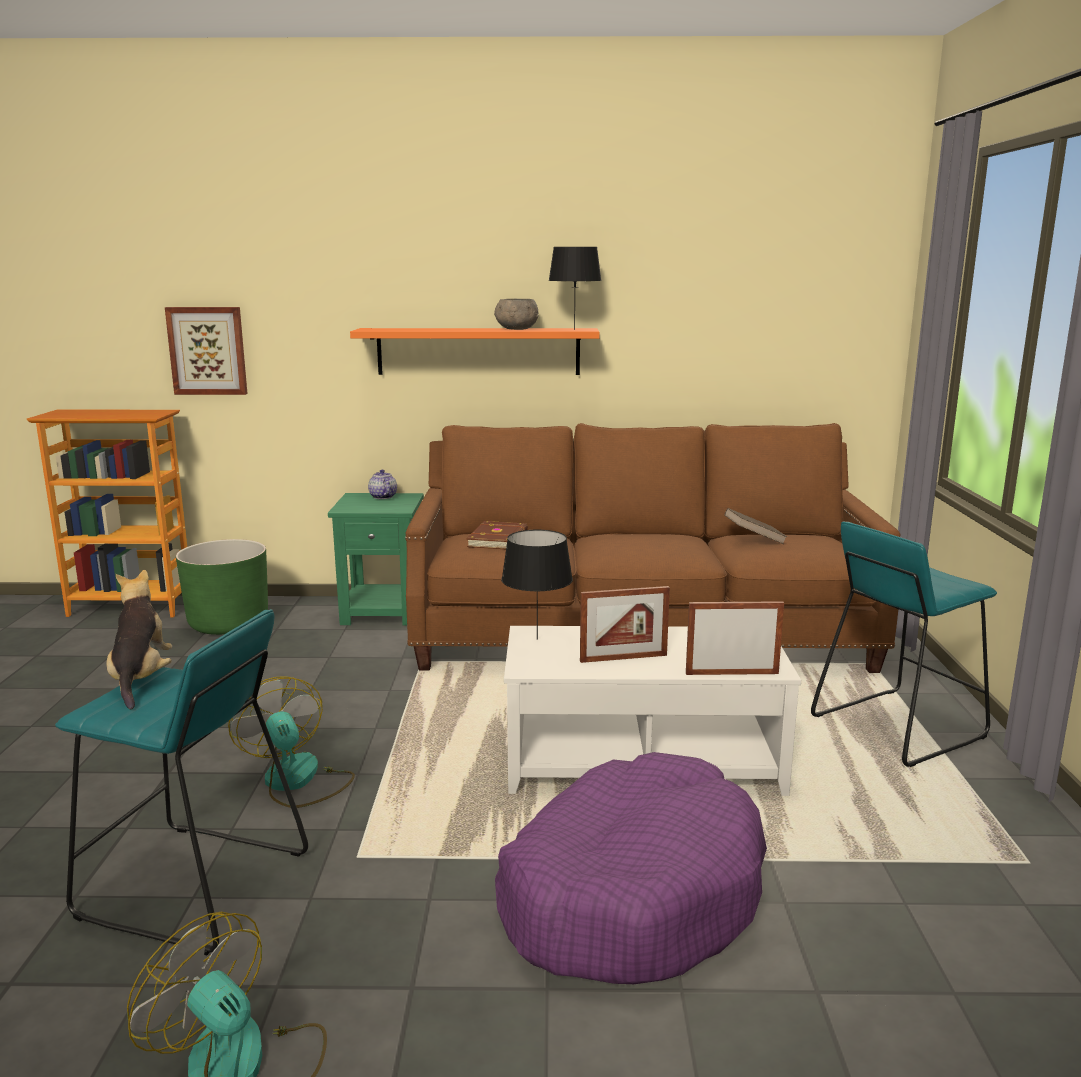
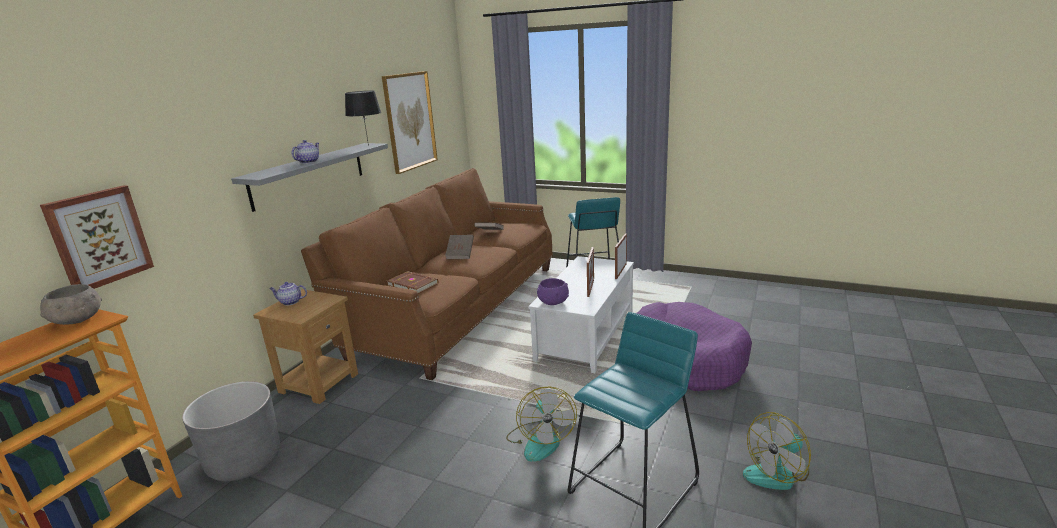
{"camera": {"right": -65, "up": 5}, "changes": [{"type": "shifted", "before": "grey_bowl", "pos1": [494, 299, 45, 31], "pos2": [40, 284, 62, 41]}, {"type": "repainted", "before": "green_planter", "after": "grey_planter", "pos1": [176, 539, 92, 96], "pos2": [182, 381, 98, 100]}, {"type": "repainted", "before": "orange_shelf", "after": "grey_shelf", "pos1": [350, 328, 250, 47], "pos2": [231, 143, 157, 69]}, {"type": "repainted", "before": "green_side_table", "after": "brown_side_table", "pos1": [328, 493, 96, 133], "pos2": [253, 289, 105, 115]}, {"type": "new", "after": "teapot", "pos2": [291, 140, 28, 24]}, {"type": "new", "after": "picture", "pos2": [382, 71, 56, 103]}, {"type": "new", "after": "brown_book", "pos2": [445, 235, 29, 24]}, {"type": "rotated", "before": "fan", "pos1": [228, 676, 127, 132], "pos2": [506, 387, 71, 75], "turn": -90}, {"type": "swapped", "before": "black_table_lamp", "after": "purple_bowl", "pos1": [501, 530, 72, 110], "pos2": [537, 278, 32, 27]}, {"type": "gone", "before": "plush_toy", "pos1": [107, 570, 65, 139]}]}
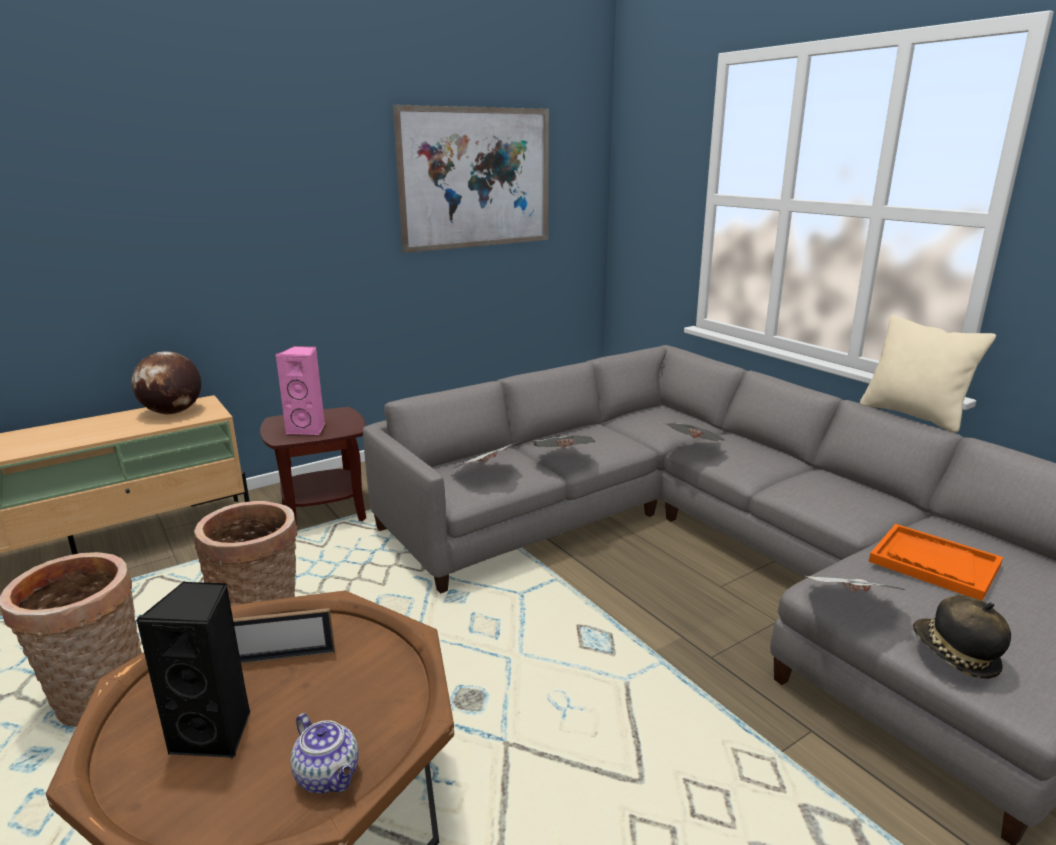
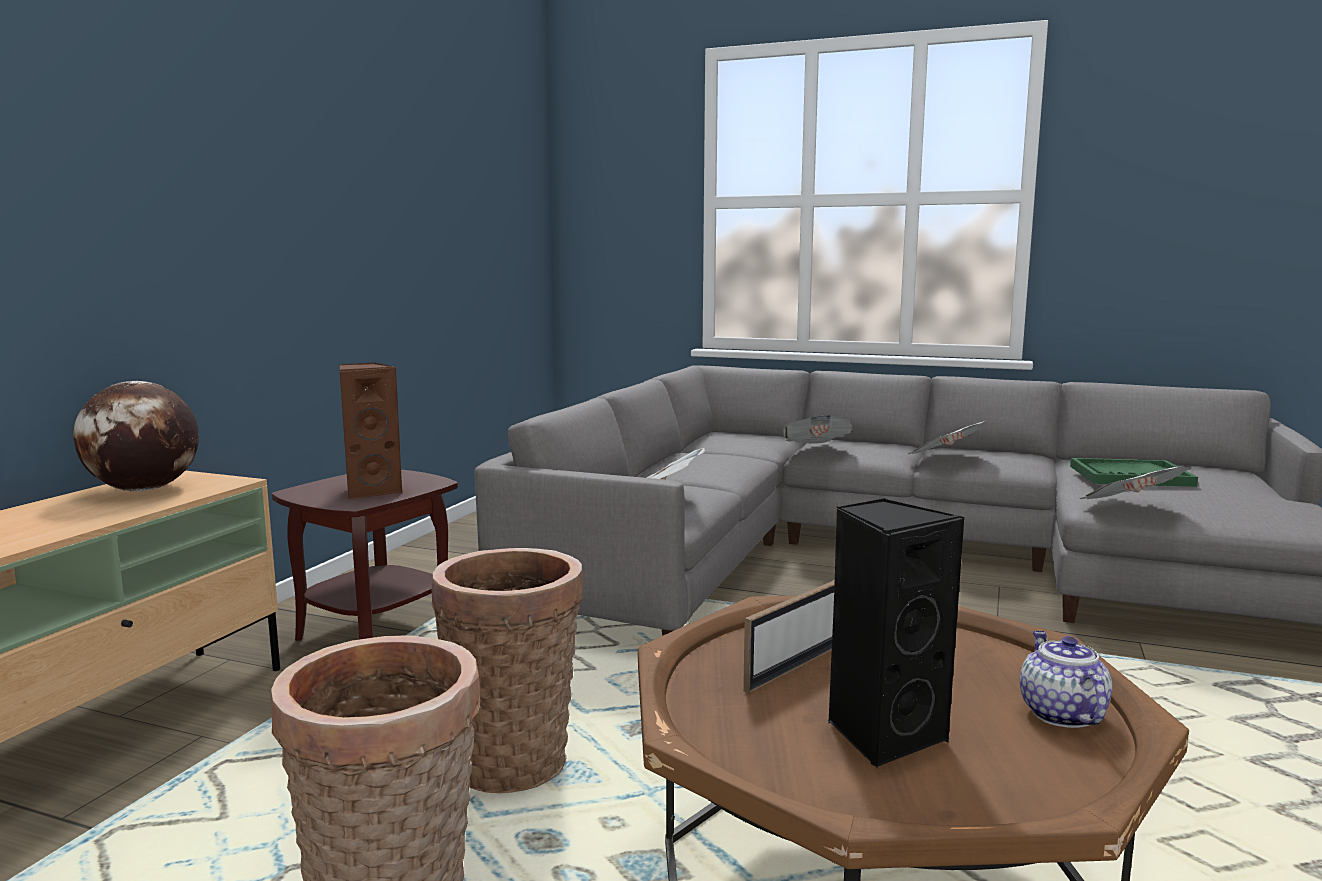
{"camera": {"right": -35, "up": -10}, "changes": [{"type": "repainted", "before": "pink_speaker", "after": "brown_speaker", "pos1": [275, 346, 50, 89], "pos2": [339, 362, 63, 137]}, {"type": "shifted", "before": "newspaper", "pos1": [532, 436, 64, 12], "pos2": [908, 421, 80, 33]}, {"type": "rotated", "before": "teapot", "pos1": [290, 713, 69, 80], "pos2": [1020, 631, 93, 97], "turn": -105}, {"type": "repainted", "before": "orange_tray", "after": "green_tray", "pos1": [869, 524, 134, 77], "pos2": [1070, 458, 128, 29]}, {"type": "gone", "before": "picture", "pos1": [393, 105, 156, 148]}, {"type": "gone", "before": "beige_pillow", "pos1": [860, 315, 136, 118]}, {"type": "gone", "before": "hat", "pos1": [913, 595, 98, 84]}]}
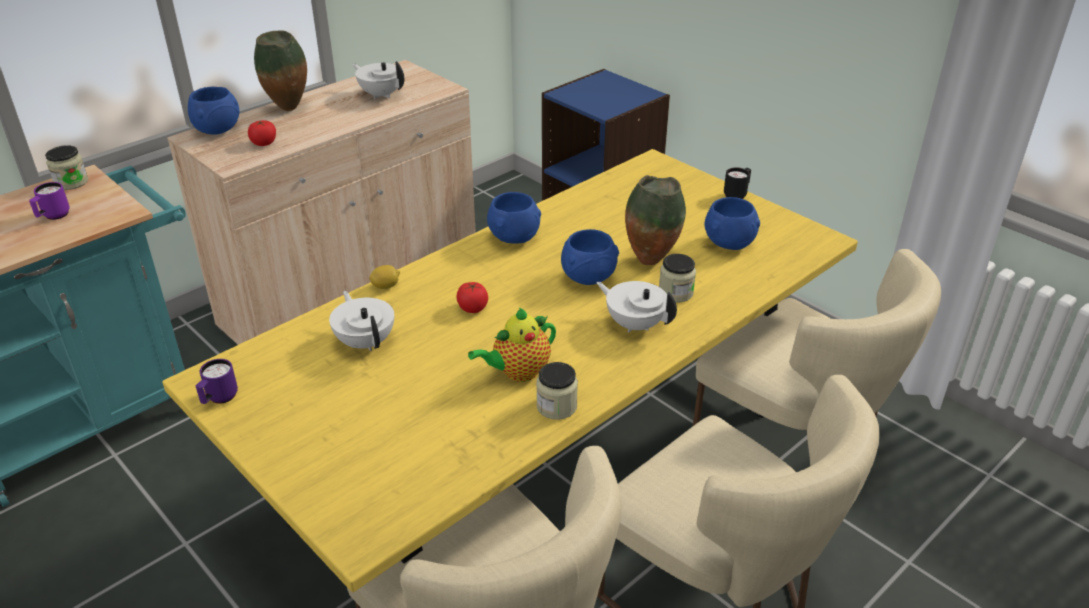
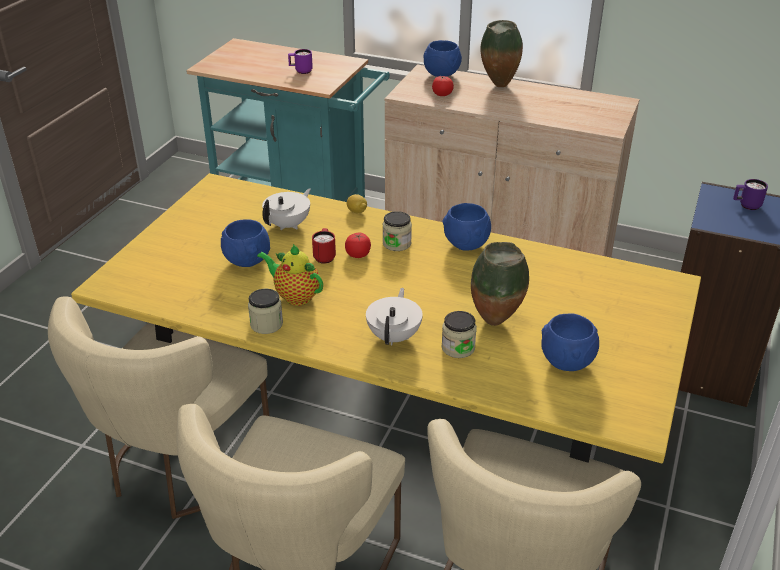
{"camera": {"right": 65, "up": 0}, "changes": [{"type": "shifted", "before": "blue_bowl", "pos1": [561, 229, 58, 56], "pos2": [221, 219, 49, 48]}, {"type": "new", "after": "red_mug", "pos2": [312, 228, 24, 36]}, {"type": "shifted", "before": "jar", "pos1": [45, 145, 43, 45], "pos2": [383, 211, 29, 40]}, {"type": "shifted", "before": "purple_mug", "pos1": [196, 359, 42, 45], "pos2": [733, 179, 35, 31]}, {"type": "gone", "before": "white_teapot", "pos1": [352, 61, 52, 38]}, {"type": "gone", "before": "black_mug", "pos1": [724, 167, 27, 32]}]}
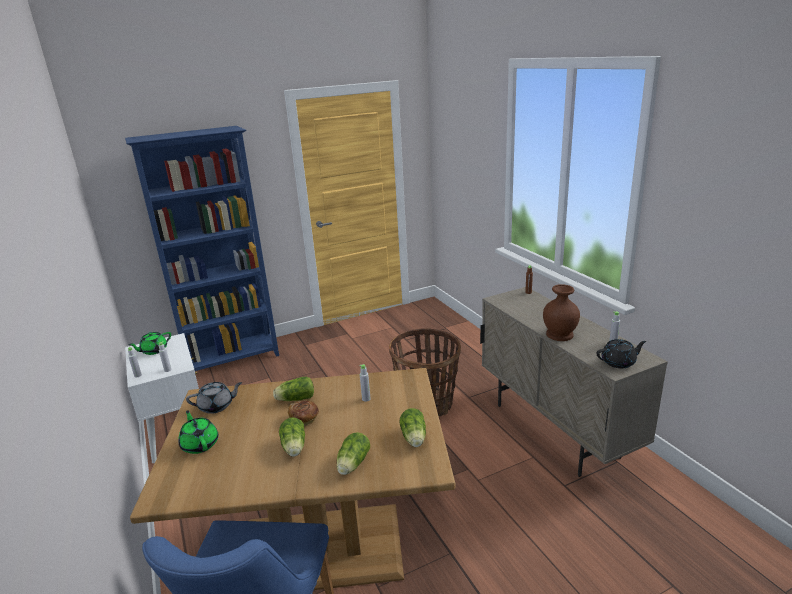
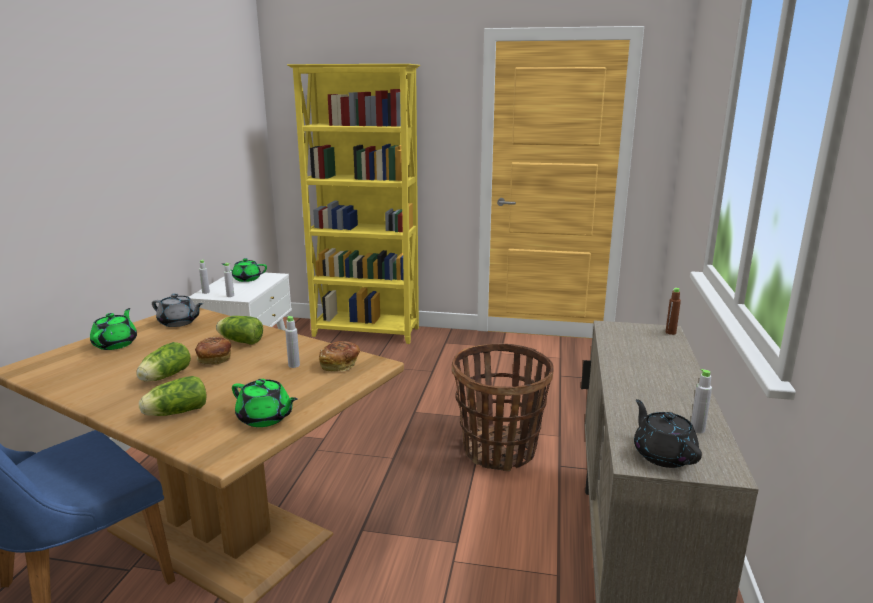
{"camera": {"right": 35, "up": -5}, "changes": [{"type": "swapped", "before": "lettuce", "after": "green_teapot", "pos1": [399, 408, 27, 39], "pos2": [232, 379, 65, 48]}, {"type": "repainted", "before": "blue_bookcase", "after": "yellow_bookcase", "pos1": [125, 126, 154, 245], "pos2": [287, 64, 133, 280]}, {"type": "new", "after": "bread", "pos2": [319, 341, 41, 31]}, {"type": "rotated", "before": "black_teapot", "pos1": [597, 339, 50, 29], "pos2": [634, 399, 68, 69], "turn": -135}, {"type": "gone", "before": "brown_vase", "pos1": [543, 284, 37, 57]}]}
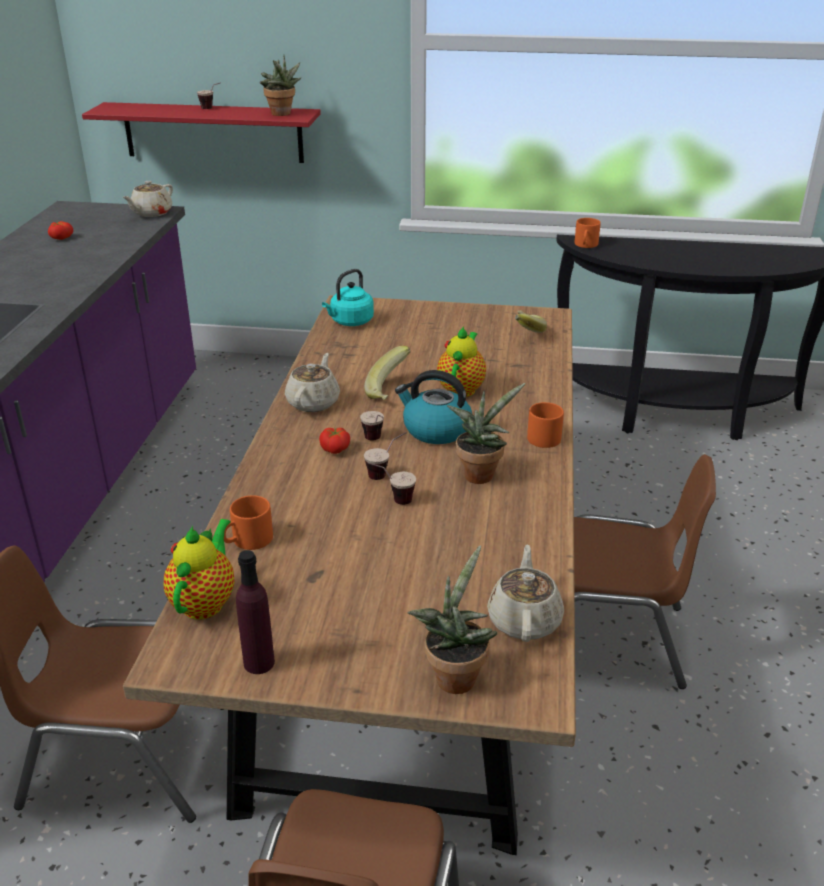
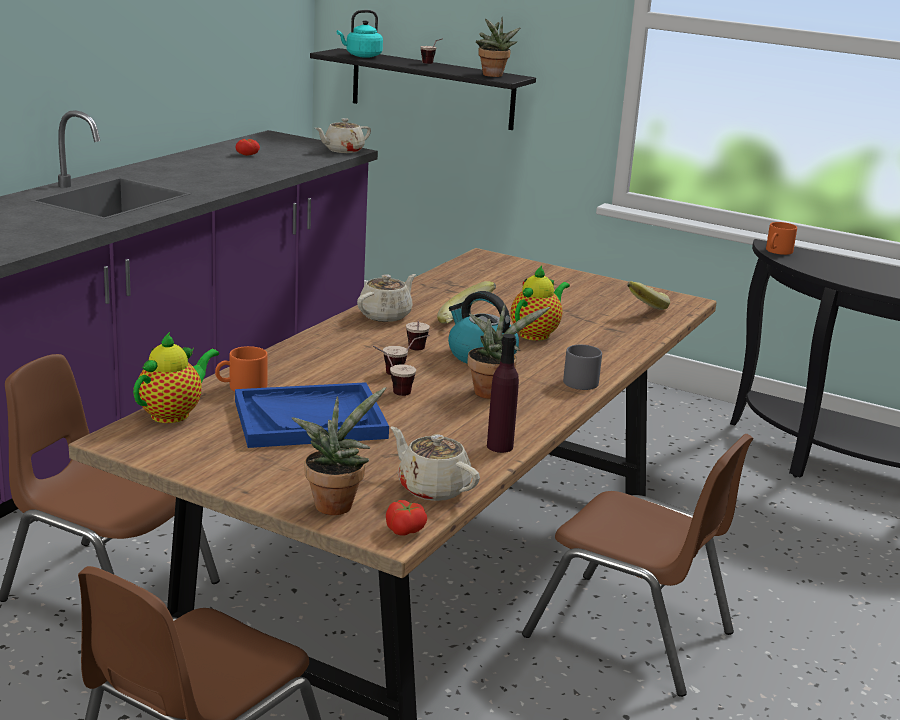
{"camera": {"right": 20, "up": -10}, "changes": [{"type": "new", "after": "blue_tray", "pos2": [235, 382, 154, 66]}, {"type": "repainted", "before": "red_shelf", "after": "black_shelf", "pos1": [82, 102, 239, 61], "pos2": [310, 48, 226, 82]}, {"type": "shifted", "before": "turquoise_kettle", "pos1": [322, 269, 52, 57], "pos2": [337, 10, 46, 48]}, {"type": "shifted", "before": "tomato", "pos1": [319, 428, 31, 26], "pos2": [386, 500, 41, 36]}, {"type": "rotated", "before": "beige_teapot", "pos1": [487, 544, 77, 98], "pos2": [391, 427, 89, 74], "turn": -75}, {"type": "shifted", "before": "purple_bottle", "pos1": [236, 550, 39, 124], "pos2": [487, 334, 32, 119]}, {"type": "repainted", "before": "orange_mug", "after": "grey_mug", "pos1": [527, 402, 37, 46], "pos2": [563, 345, 39, 45]}]}
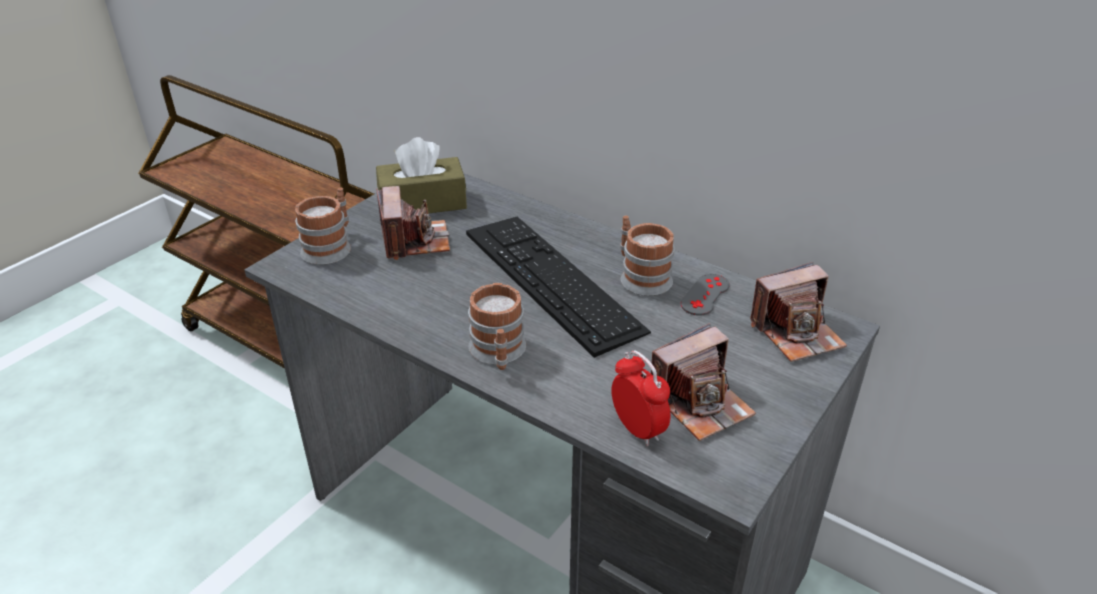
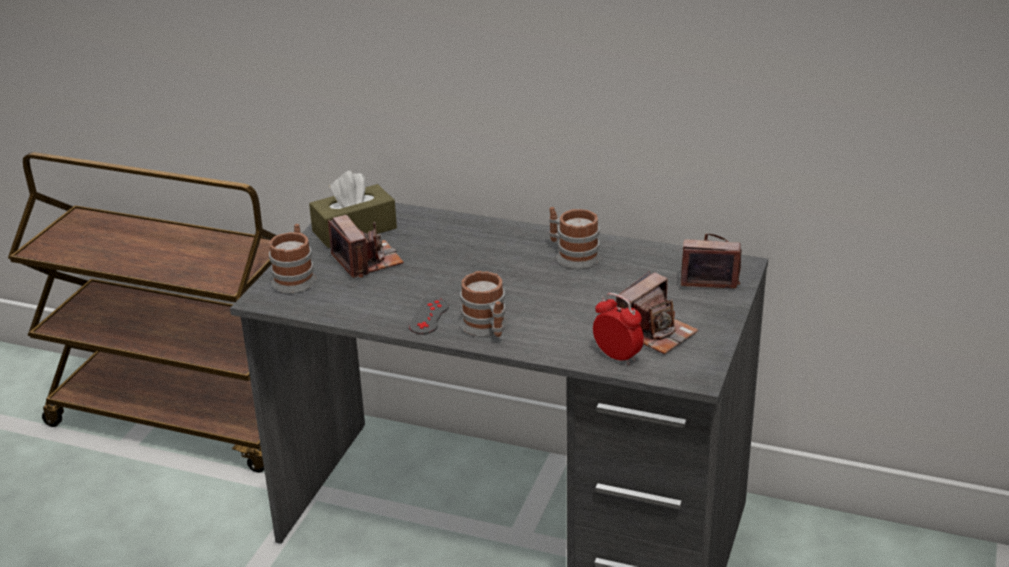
{"camera": {"right": -15, "up": -5}, "changes": [{"type": "shifted", "before": "grey_game_controller", "pos1": [681, 274, 49, 42], "pos2": [409, 298, 40, 37]}, {"type": "rotated", "before": "photo_camera", "pos1": [750, 262, 97, 100], "pos2": [681, 233, 61, 55], "turn": -135}, {"type": "gone", "before": "keyboard", "pos1": [466, 217, 185, 141]}]}
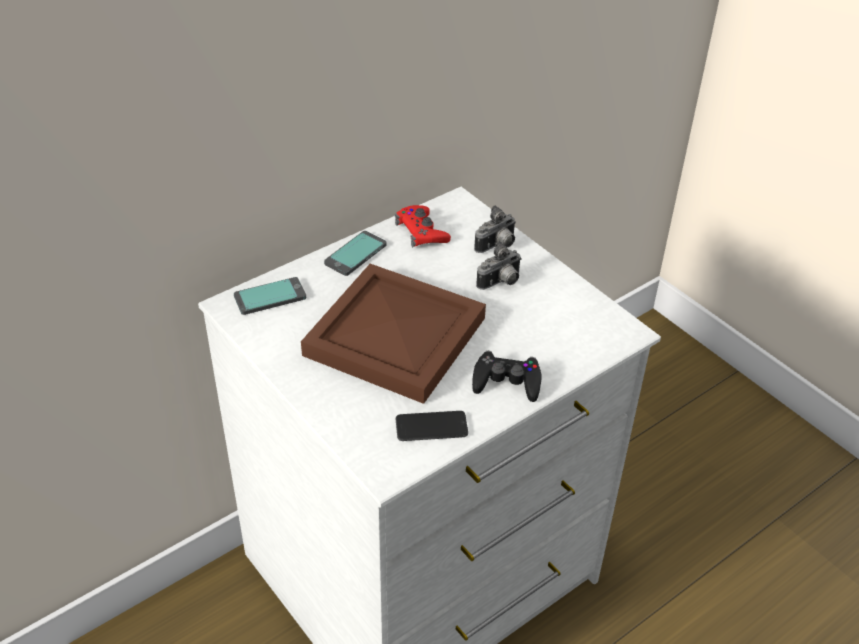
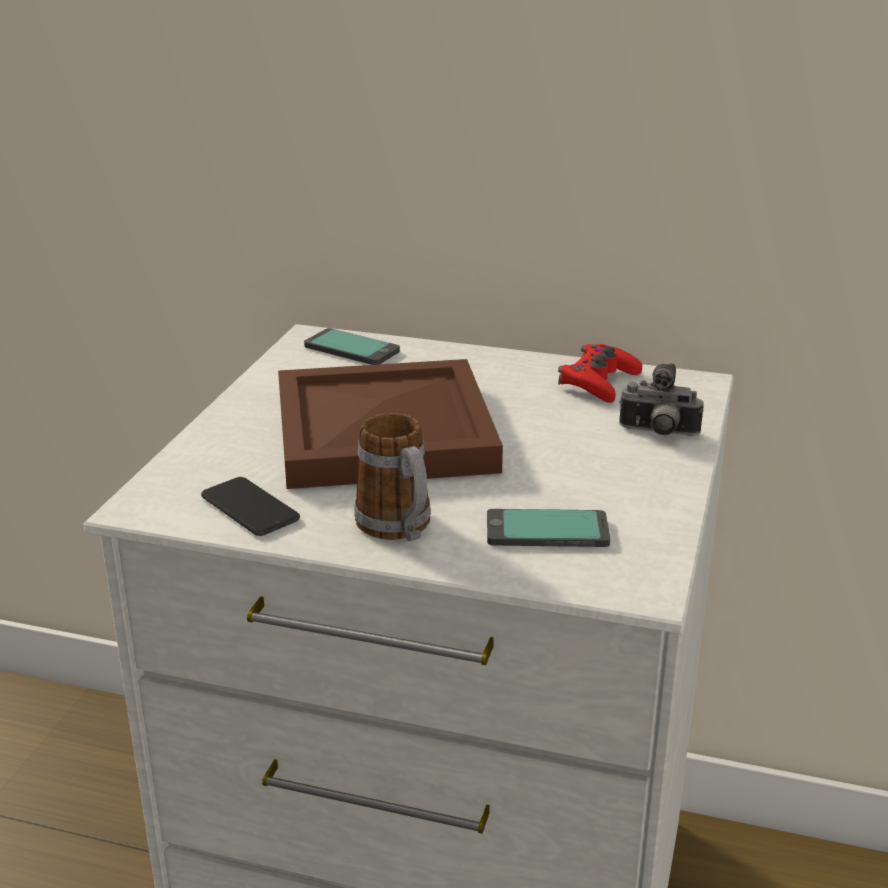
{"camera": {"right": 55, "up": -15}, "changes": [{"type": "swapped", "before": "black_game_controller", "after": "mug", "pos1": [472, 351, 70, 51], "pos2": [354, 413, 77, 128]}, {"type": "shifted", "before": "phone", "pos1": [324, 231, 63, 45], "pos2": [487, 509, 123, 38]}, {"type": "gone", "before": "photo_camera", "pos1": [476, 241, 46, 49]}]}
